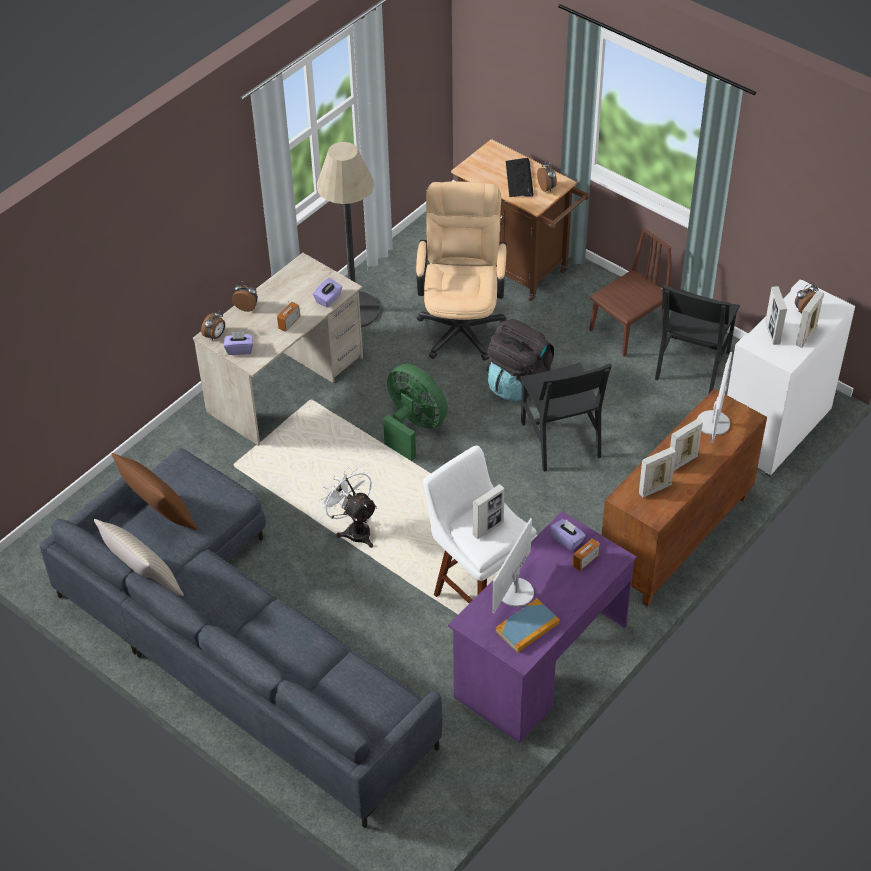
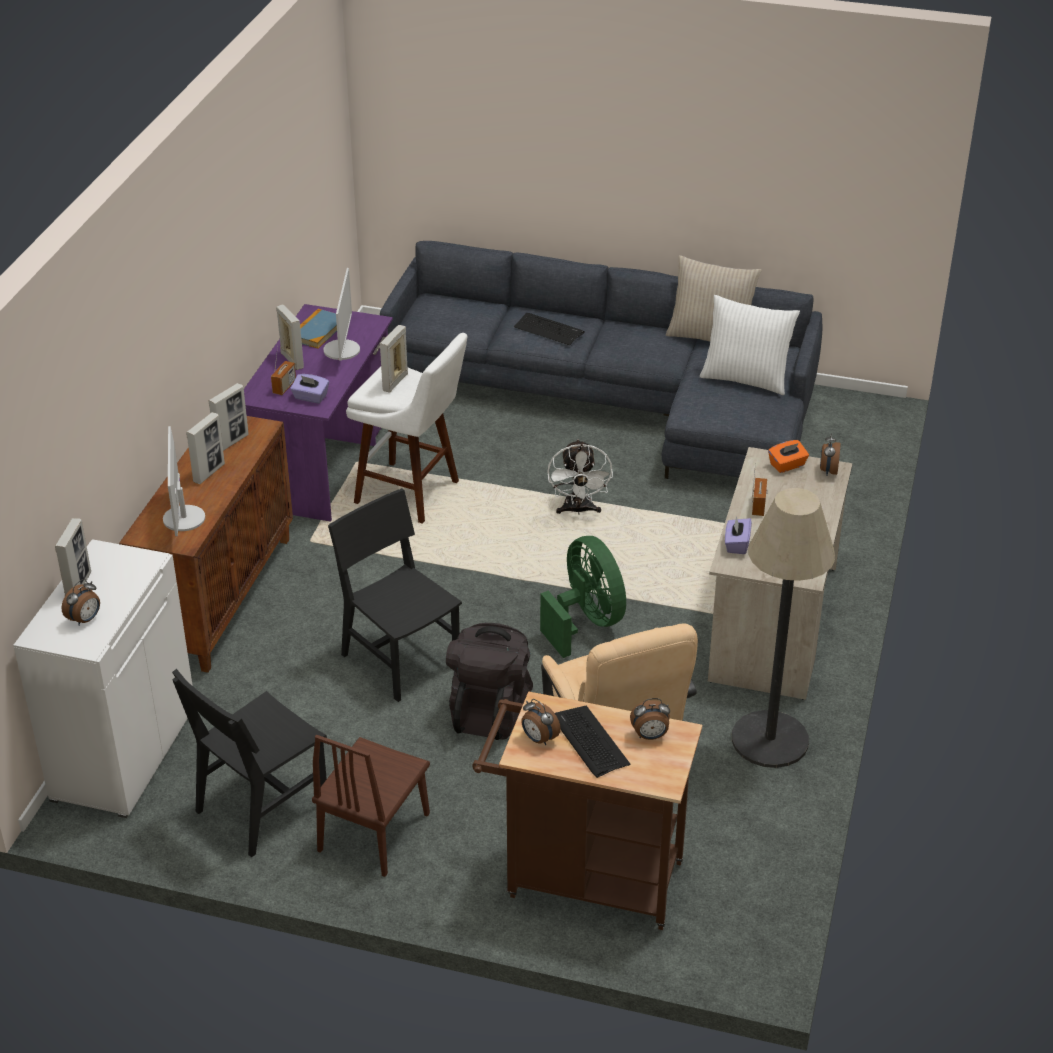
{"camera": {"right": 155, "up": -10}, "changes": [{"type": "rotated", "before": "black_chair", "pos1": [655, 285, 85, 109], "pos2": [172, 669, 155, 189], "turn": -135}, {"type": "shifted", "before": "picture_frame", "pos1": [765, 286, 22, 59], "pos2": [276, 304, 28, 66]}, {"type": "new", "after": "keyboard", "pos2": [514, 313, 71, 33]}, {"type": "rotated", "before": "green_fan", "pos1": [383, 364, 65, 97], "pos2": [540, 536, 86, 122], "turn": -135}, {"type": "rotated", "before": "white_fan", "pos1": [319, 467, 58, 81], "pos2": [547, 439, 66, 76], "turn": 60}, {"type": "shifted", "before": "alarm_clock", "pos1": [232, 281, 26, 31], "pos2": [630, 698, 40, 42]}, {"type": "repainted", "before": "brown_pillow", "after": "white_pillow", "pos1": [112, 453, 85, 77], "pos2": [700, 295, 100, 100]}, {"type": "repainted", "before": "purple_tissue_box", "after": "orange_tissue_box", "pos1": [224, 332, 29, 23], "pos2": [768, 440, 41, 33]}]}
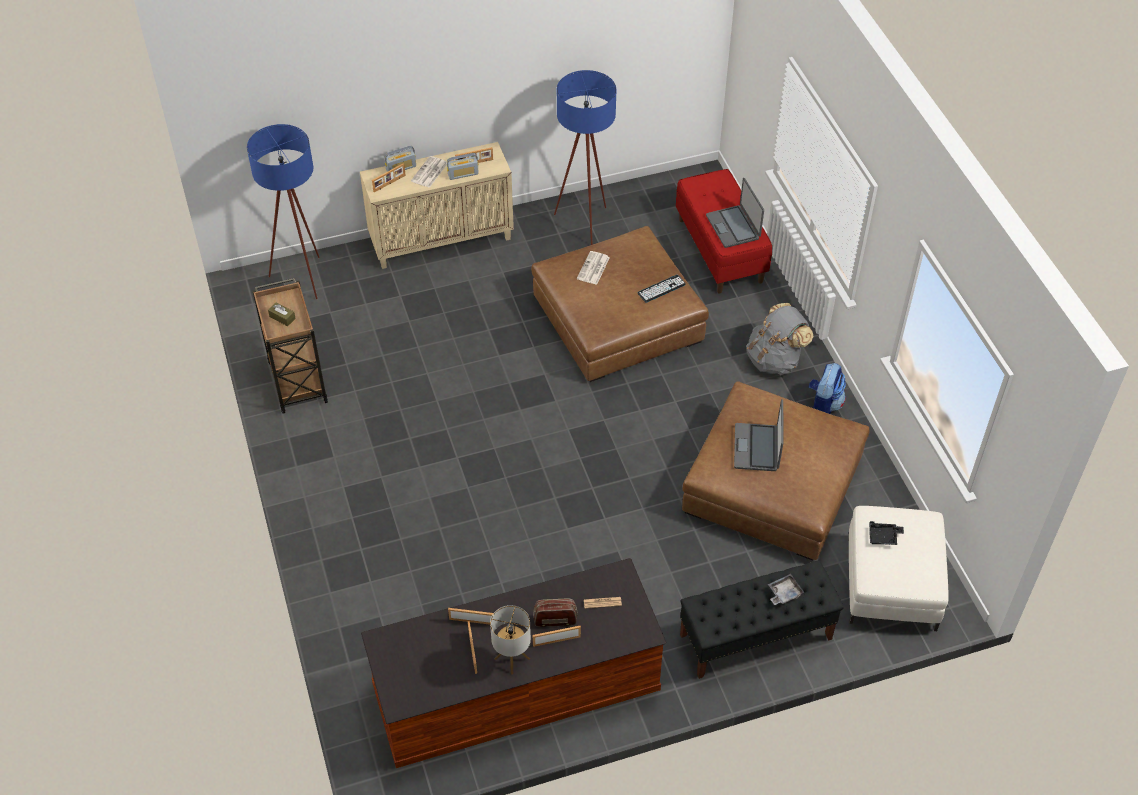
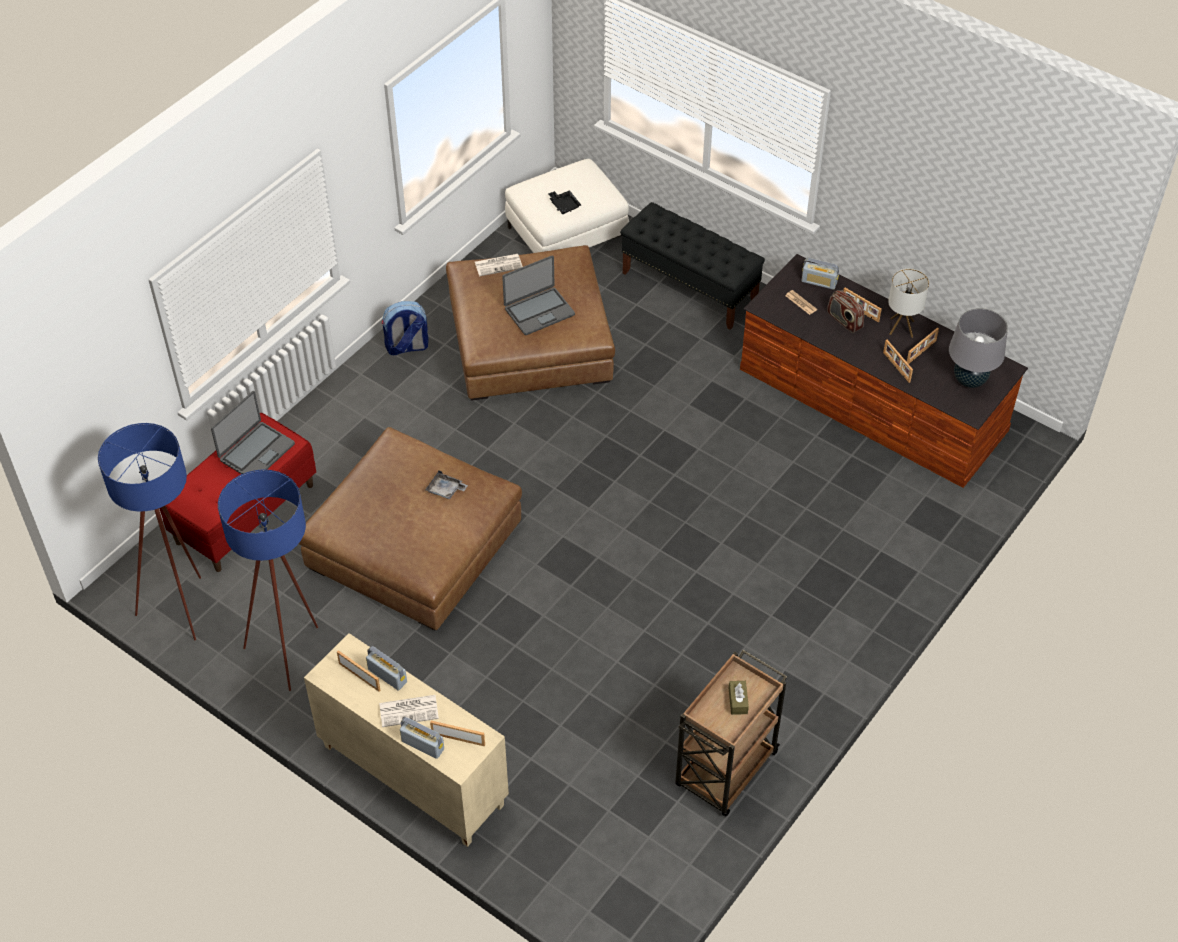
{"camera": {"right": -125, "up": 0}, "changes": [{"type": "shifted", "before": "blue_floor_lamp", "pos1": [247, 124, 73, 175], "pos2": [98, 423, 103, 217]}, {"type": "shifted", "before": "grey_tray", "pos1": [768, 574, 37, 31], "pos2": [425, 470, 43, 29]}, {"type": "shifted", "before": "newspaper", "pos1": [577, 251, 33, 34], "pos2": [475, 254, 48, 22]}, {"type": "new", "after": "radio", "pos2": [802, 258, 37, 32]}, {"type": "new", "after": "grey_table_lamp", "pos2": [949, 308, 59, 80]}, {"type": "gone", "before": "keyboard", "pos1": [638, 275, 48, 28]}, {"type": "gone", "before": "grey_backpack", "pos1": [746, 303, 68, 72]}]}
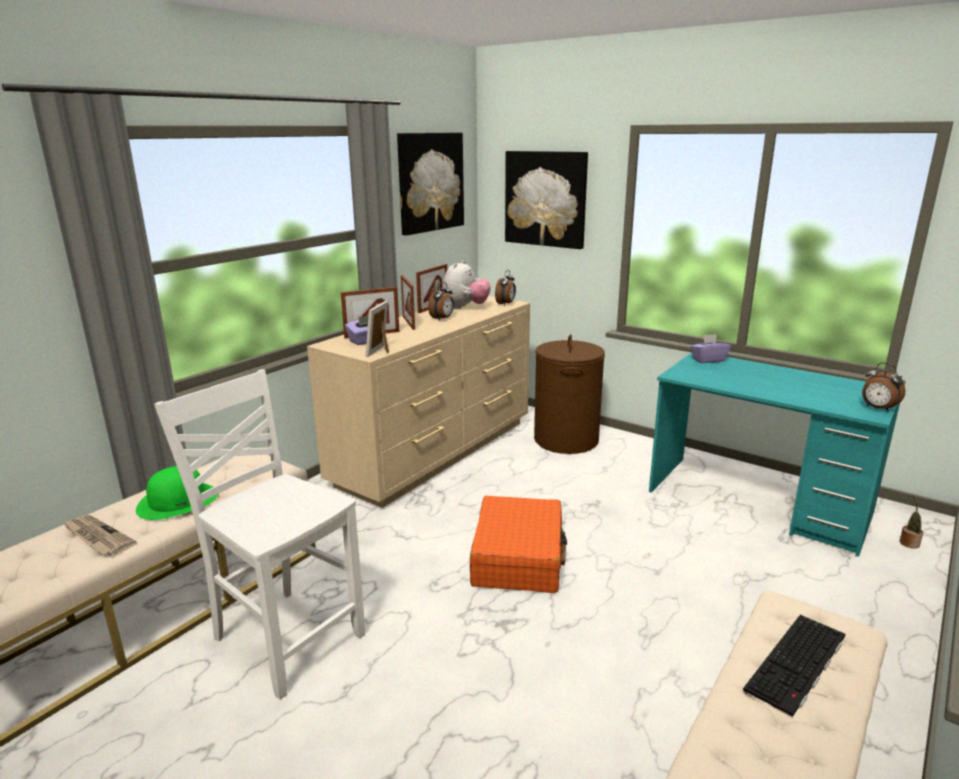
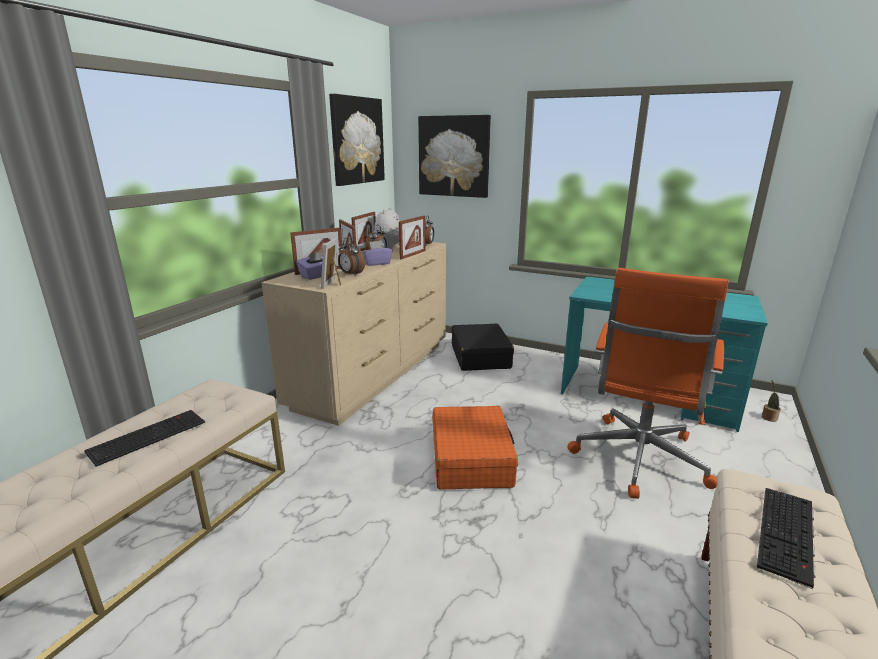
{"camera": {"right": -10, "up": 0}, "changes": [{"type": "swapped", "before": "green_hat", "after": "keyboard", "pos1": [136, 466, 82, 54], "pos2": [84, 410, 121, 57]}, {"type": "shifted", "before": "alarm_clock", "pos1": [862, 362, 43, 50], "pos2": [338, 238, 27, 38]}, {"type": "shifted", "before": "purple_tissue_box", "pos1": [690, 334, 41, 29], "pos2": [362, 241, 31, 25]}, {"type": "new", "after": "picture_frame", "pos2": [399, 216, 27, 43]}, {"type": "swapped", "before": "brown_laundry_basket", "after": "black_suitcase", "pos1": [534, 334, 71, 120], "pos2": [452, 323, 62, 48]}, {"type": "new", "after": "orange_office_chair", "pos2": [567, 268, 162, 231]}, {"type": "gone", "before": "newspaper", "pos1": [62, 515, 75, 40]}, {"type": "gone", "before": "white_chair", "pos1": [154, 369, 211, 331]}]}
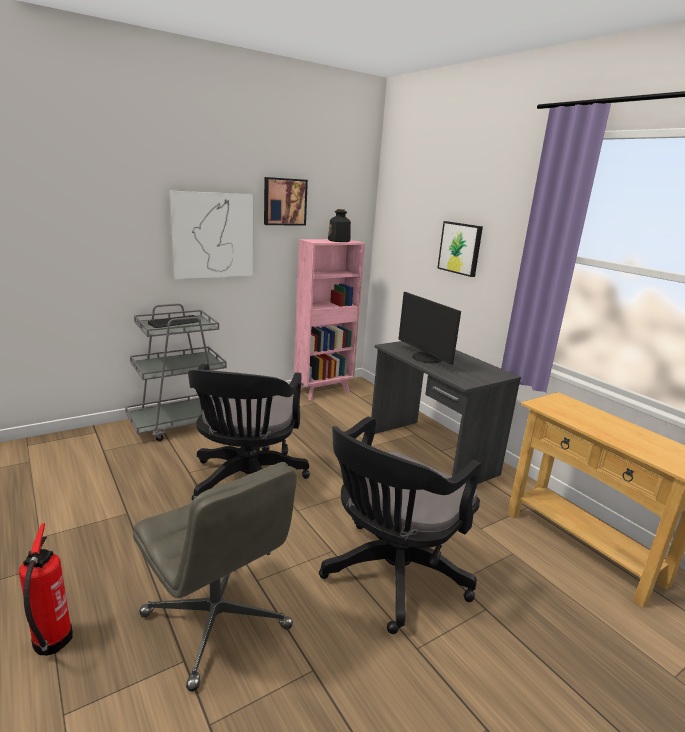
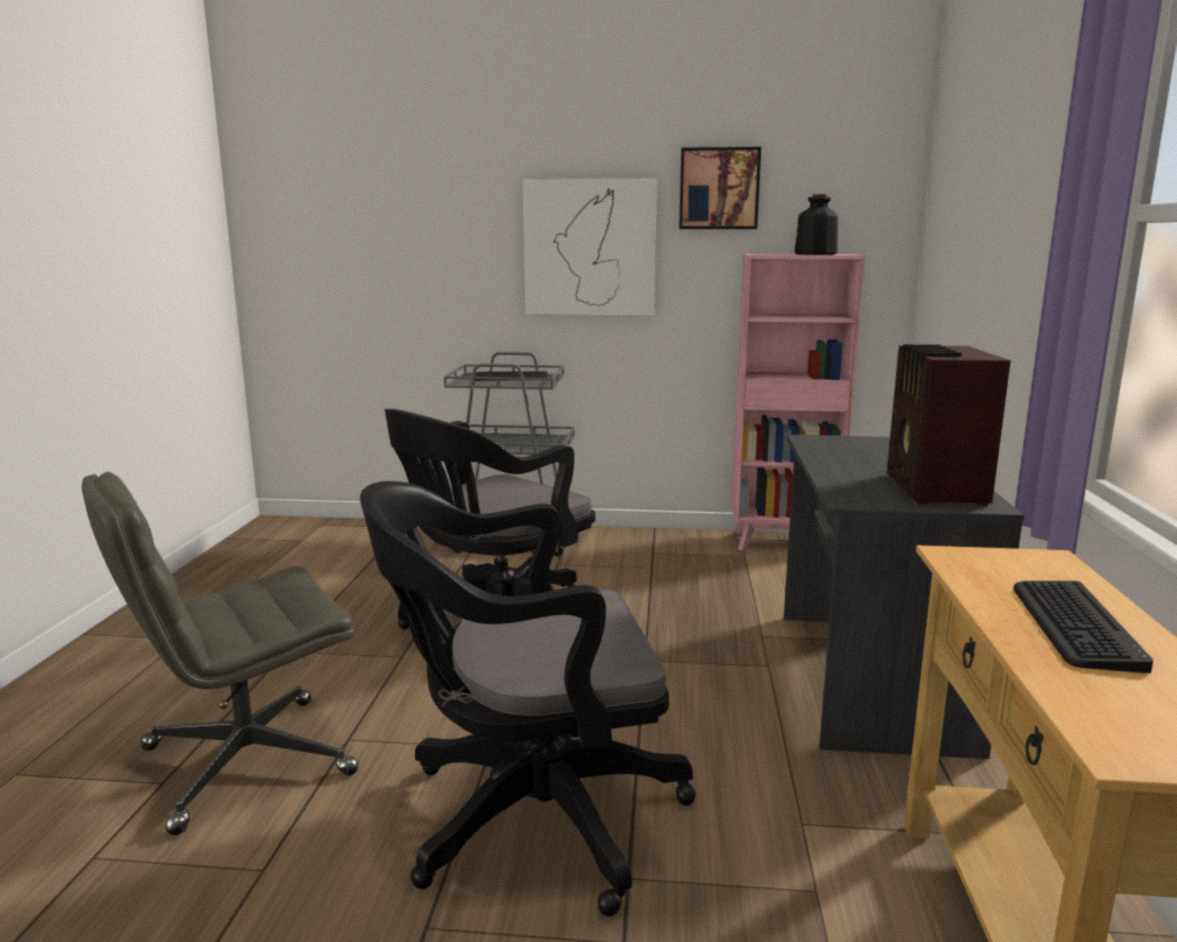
{"camera": {"right": 40, "up": -5}, "changes": [{"type": "rotated", "before": "grey_office_chair", "pos1": [133, 462, 164, 230], "pos2": [82, 472, 276, 363], "turn": 60}, {"type": "new", "after": "radio", "pos2": [887, 344, 124, 161]}, {"type": "new", "after": "keyboard", "pos2": [1013, 581, 140, 92]}, {"type": "gone", "before": "fire_extinguisher", "pos1": [19, 523, 54, 132]}, {"type": "gone", "before": "monitor", "pos1": [399, 292, 62, 73]}, {"type": "gone", "before": "picture", "pos1": [437, 221, 46, 56]}]}
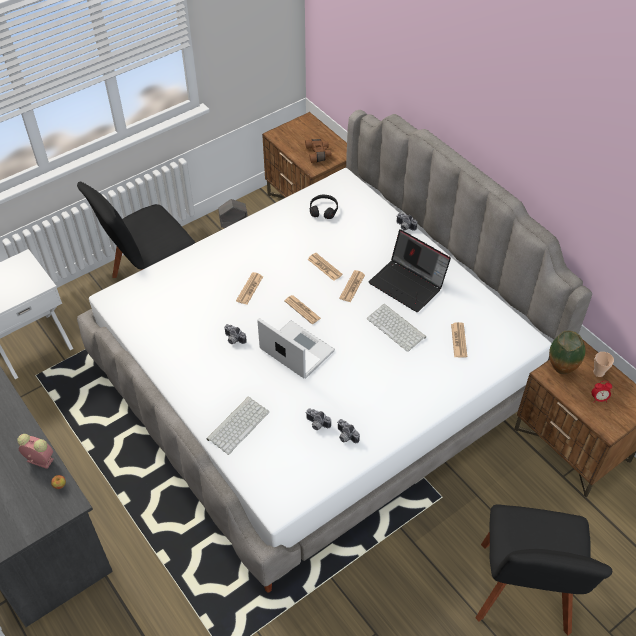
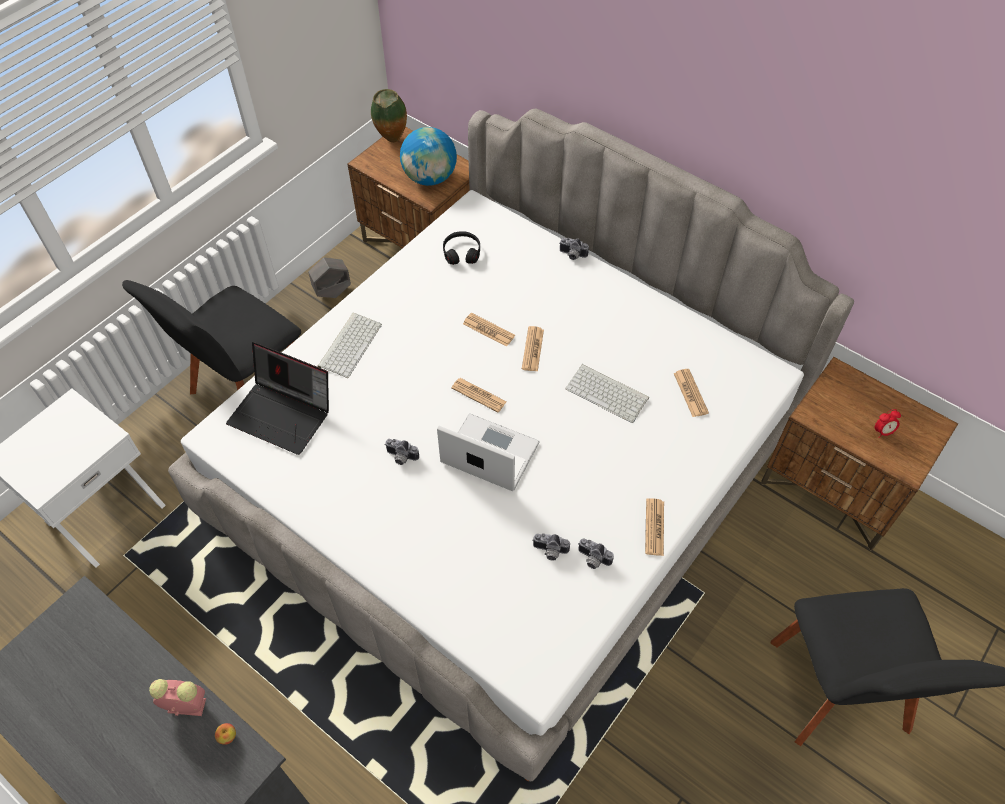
{"camera": {"right": -15, "up": 5}, "changes": [{"type": "shifted", "before": "laptop", "pos1": [369, 229, 82, 83], "pos2": [226, 342, 103, 113]}, {"type": "shifted", "before": "keyboard", "pos1": [206, 396, 63, 59], "pos2": [317, 313, 65, 65]}, {"type": "shifted", "before": "vase", "pos1": [549, 330, 37, 44], "pos2": [371, 89, 36, 54]}, {"type": "swapped", "before": "brown_binoculars", "after": "globe", "pos1": [305, 139, 27, 24], "pos2": [400, 127, 57, 59]}, {"type": "shifted", "before": "newspaper", "pos1": [236, 272, 27, 33], "pos2": [645, 498, 19, 58]}, {"type": "gone", "before": "cup", "pos1": [594, 352, 20, 25]}]}
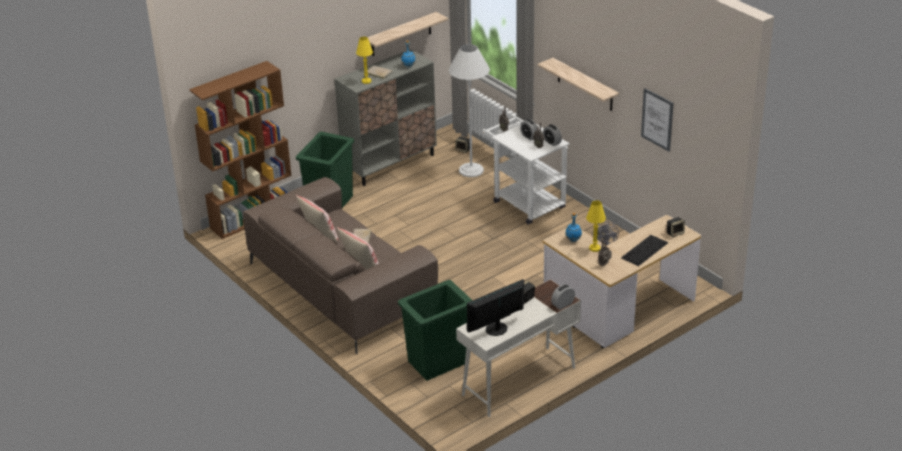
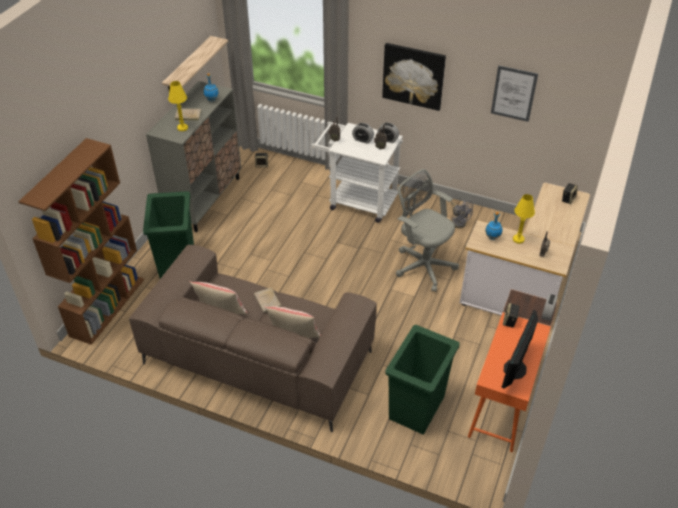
{"camera": {"right": -30, "up": 10}, "changes": [{"type": "swapped", "before": "shelf", "after": "picture", "pos1": [537, 58, 82, 53], "pos2": [382, 43, 64, 68]}, {"type": "new", "after": "grey_office_chair", "pos2": [396, 169, 63, 123]}, {"type": "repainted", "before": "white_desk", "after": "orange_desk", "pos1": [456, 279, 125, 138], "pos2": [468, 289, 90, 163]}, {"type": "gone", "before": "white_floor_lamp", "pos1": [449, 44, 41, 133]}, {"type": "gone", "before": "keyboard", "pos1": [621, 235, 47, 31]}]}
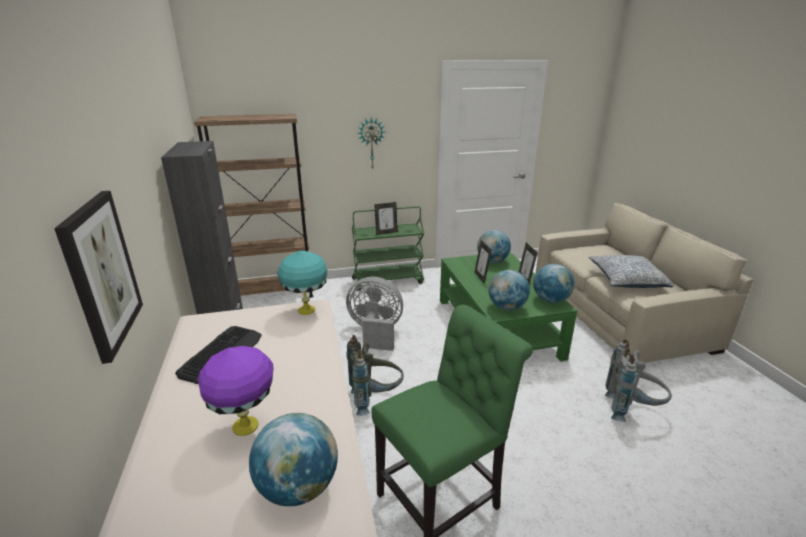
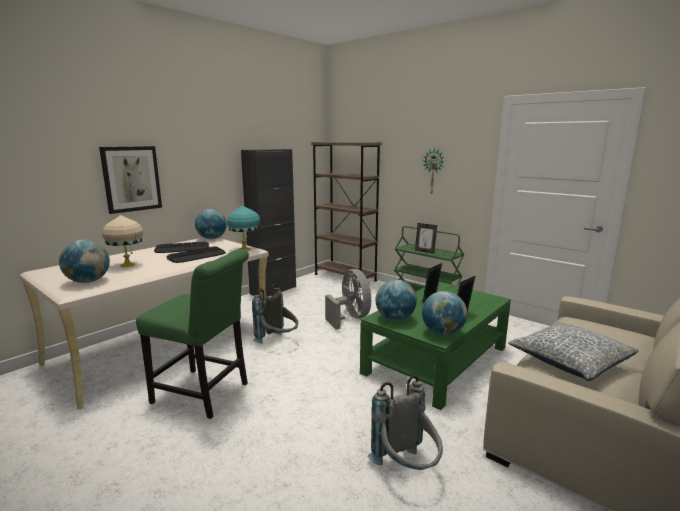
{"camera": {"right": 55, "up": -10}, "changes": [{"type": "repainted", "before": "purple_table_lamp", "after": "beige_table_lamp", "pos1": [198, 346, 75, 90], "pos2": [102, 215, 41, 52]}, {"type": "new", "after": "keyboard", "pos2": [167, 246, 59, 17]}, {"type": "shifted", "before": "globe", "pos1": [477, 230, 34, 33], "pos2": [195, 209, 32, 30]}]}
